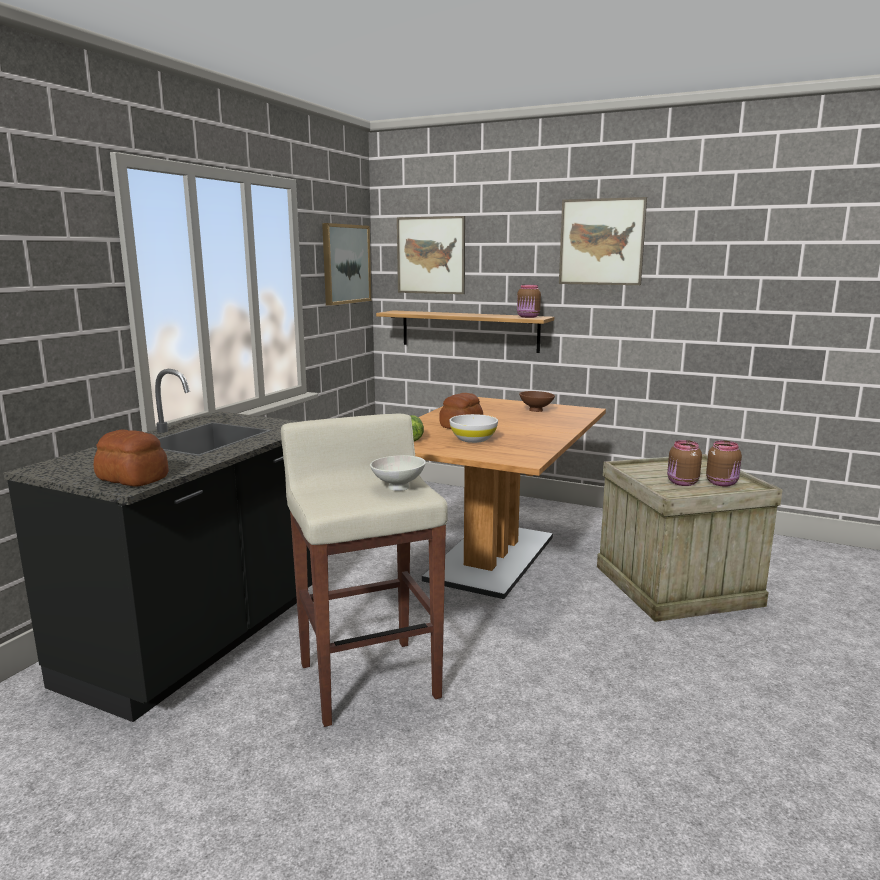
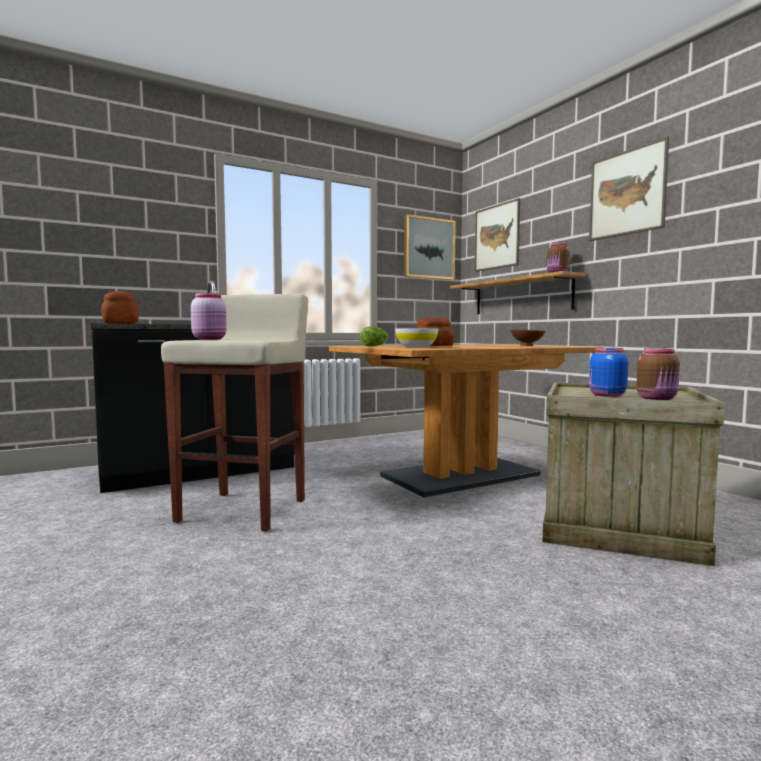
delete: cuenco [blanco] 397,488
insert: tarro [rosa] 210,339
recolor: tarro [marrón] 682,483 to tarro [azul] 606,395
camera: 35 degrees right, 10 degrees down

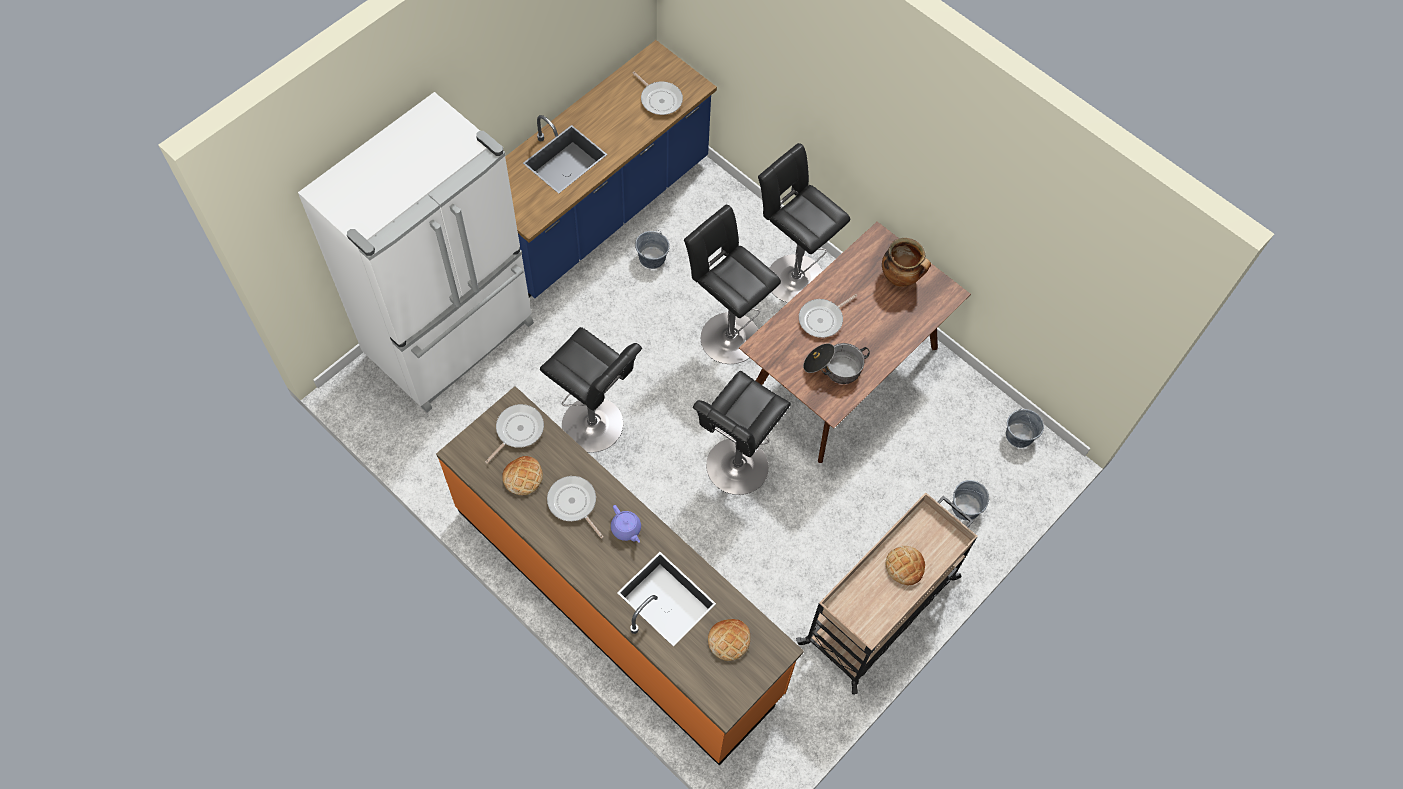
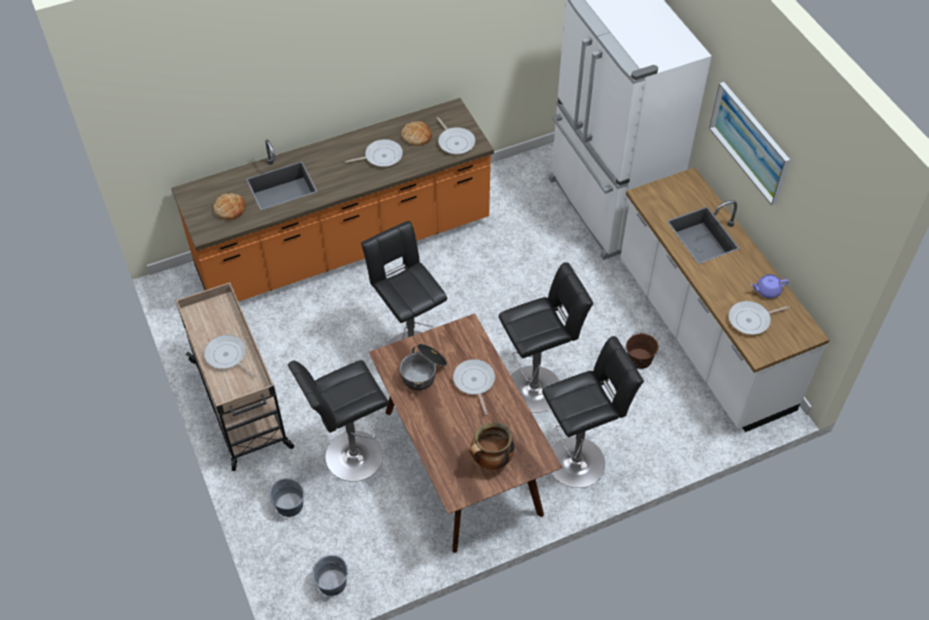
insert: cuadro 750,142
move: taburete [negro] 596,427 to 350,458; tetera [morado] 626,529 to 767,291
replace: pan 904,566 to sartén 227,356
recolor: mueble bajo de cocina [azul] 600,212 to mueble bajo de cocina [blanco] 702,336; cubo [gris] 652,258 to cubo [marrón] 639,358
camera: 115 degrees right, 10 degrees down

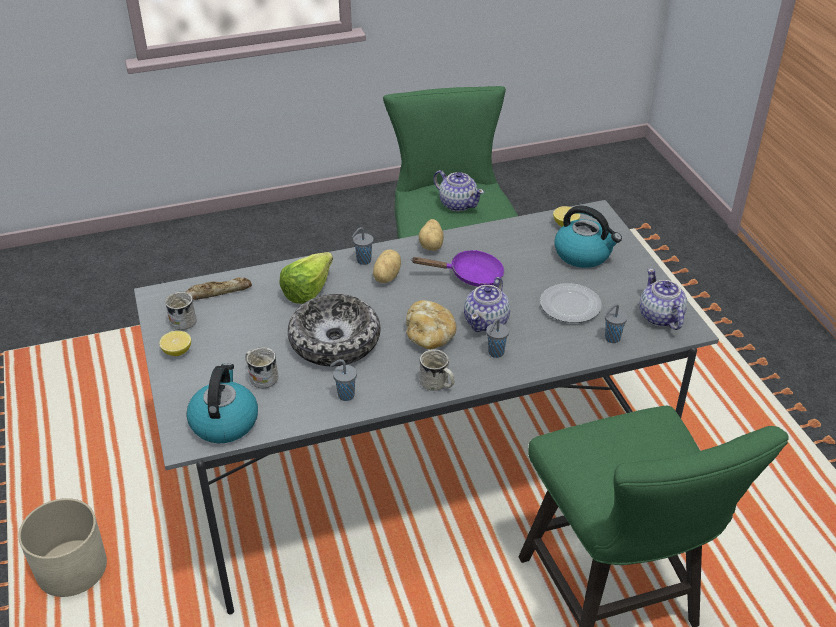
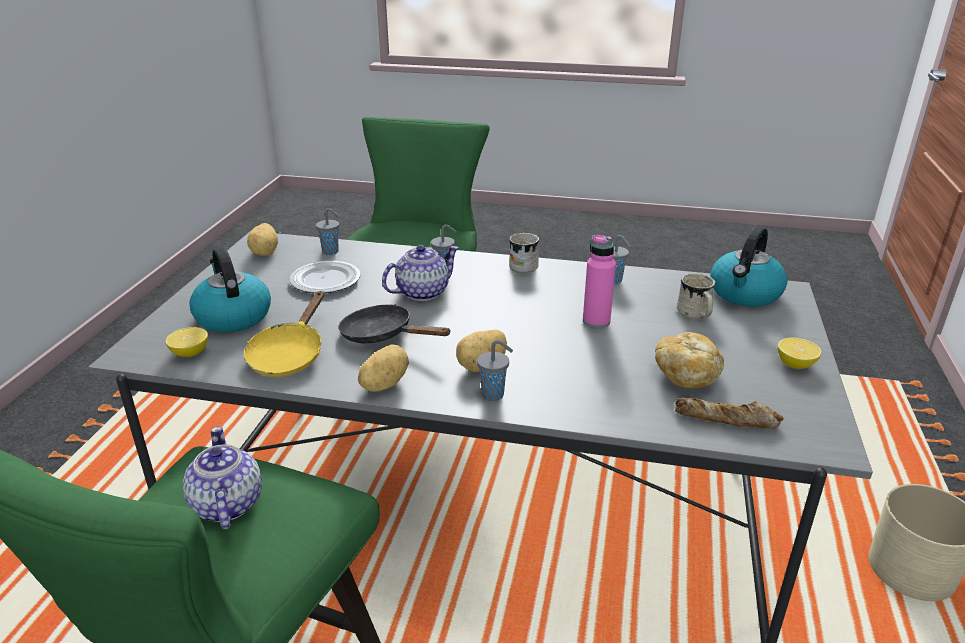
delete: lechuga 312,289; taza grande [blanco] 182,320
insert: sartén [amarillo] 289,355
move: pan 429,336 to 687,374
replace: tetera 660,317 to patata 266,252; cuenco 335,341 to botella [rosa] 596,321
recolor: sartén [morado] 470,275 to sartén [negro] 383,335
camera: 150 degrees left, 10 degrees down

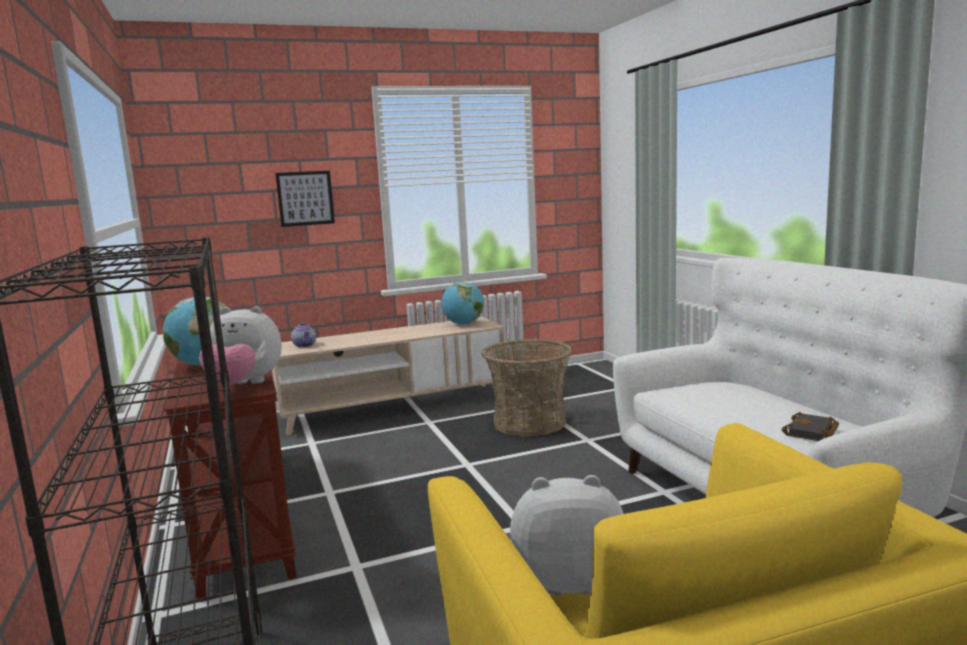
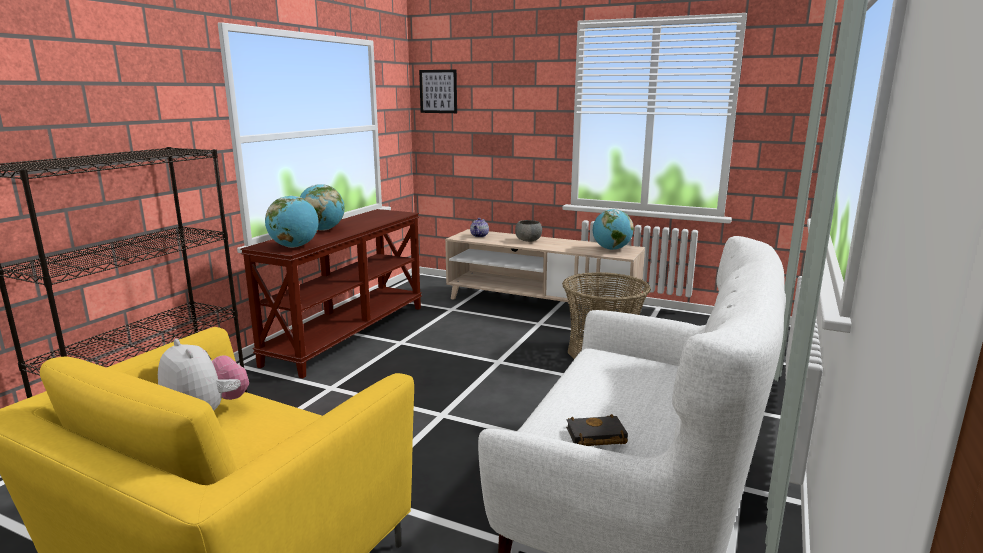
insert: cuenco [gris] 528,240
move: cuadro 305,198 to 438,91
replace: peluche 244,385 to globo terráqueo 294,247
camera: 45 degrees right, 5 degrees up

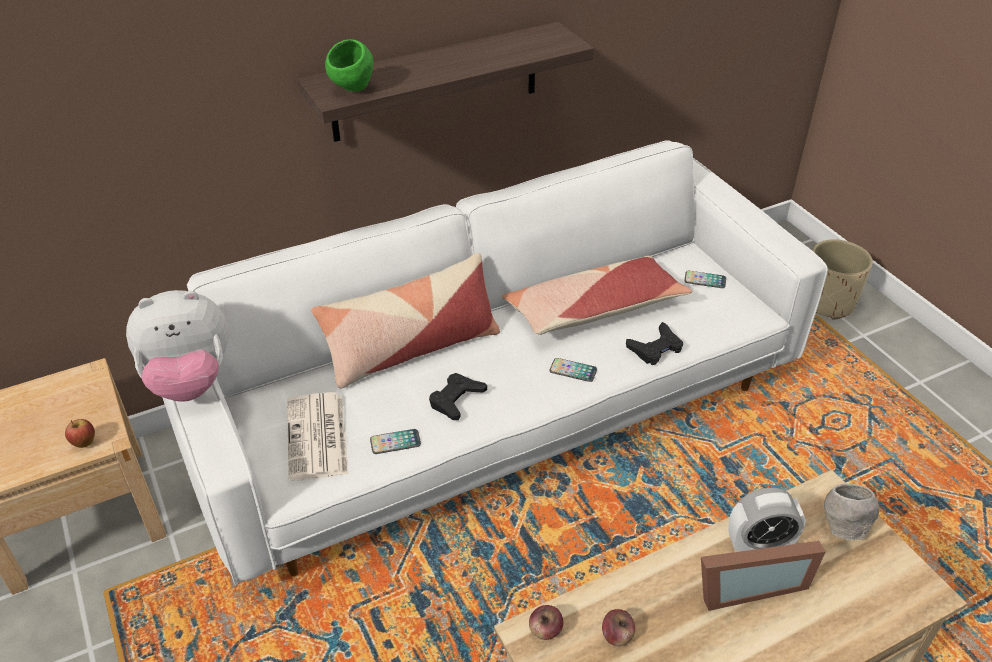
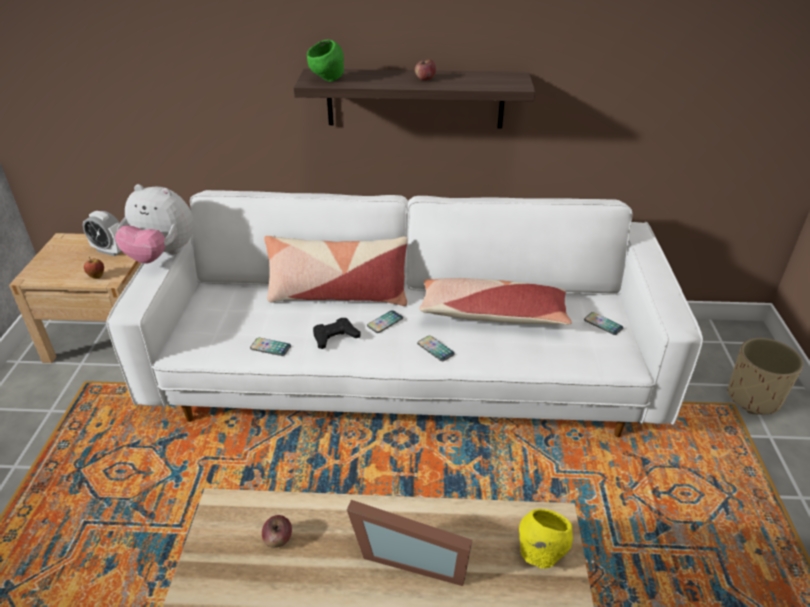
delete: mando de consola [negro] 655,348; periódico 317,437
insert: móvil 385,322
move: despertador 759,544 to 109,251; manzana 545,630 to 425,79
recolor: cuenco [gris] 843,527 to cuenco [amarillo] 541,553
camera: 30 degrees right, 5 degrees down

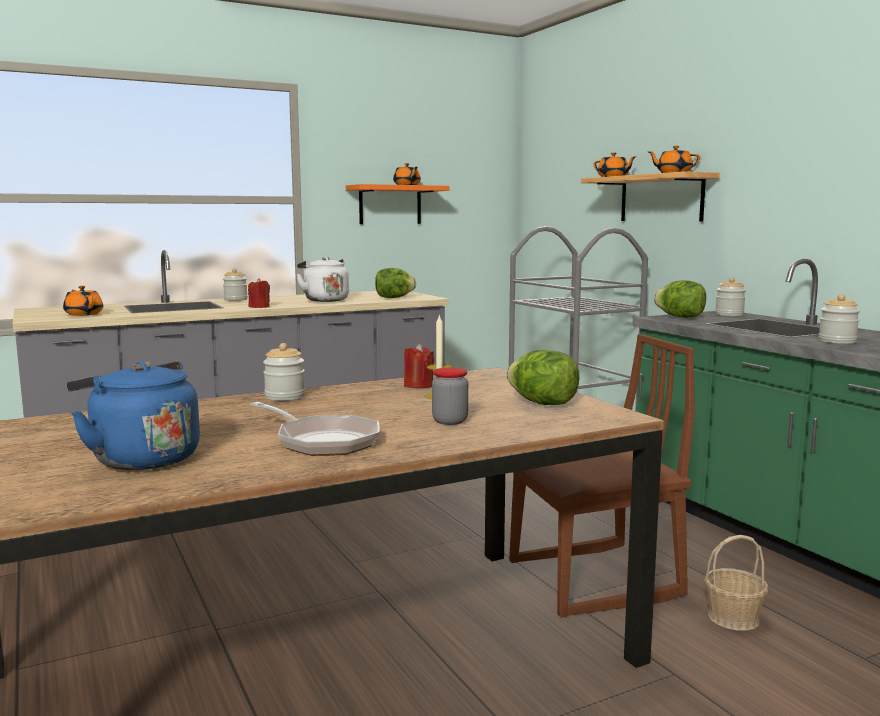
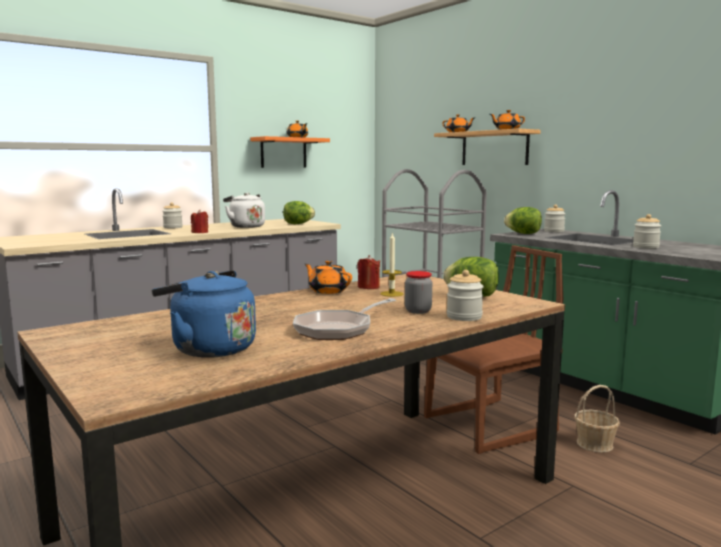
move: tetera [naranja] 84,314 to 328,291; tarro 285,396 to 464,317
rotate: sartén 322,441 = 338,329 105 degrees clockwise
camera: 10 degrees left, 0 degrees up

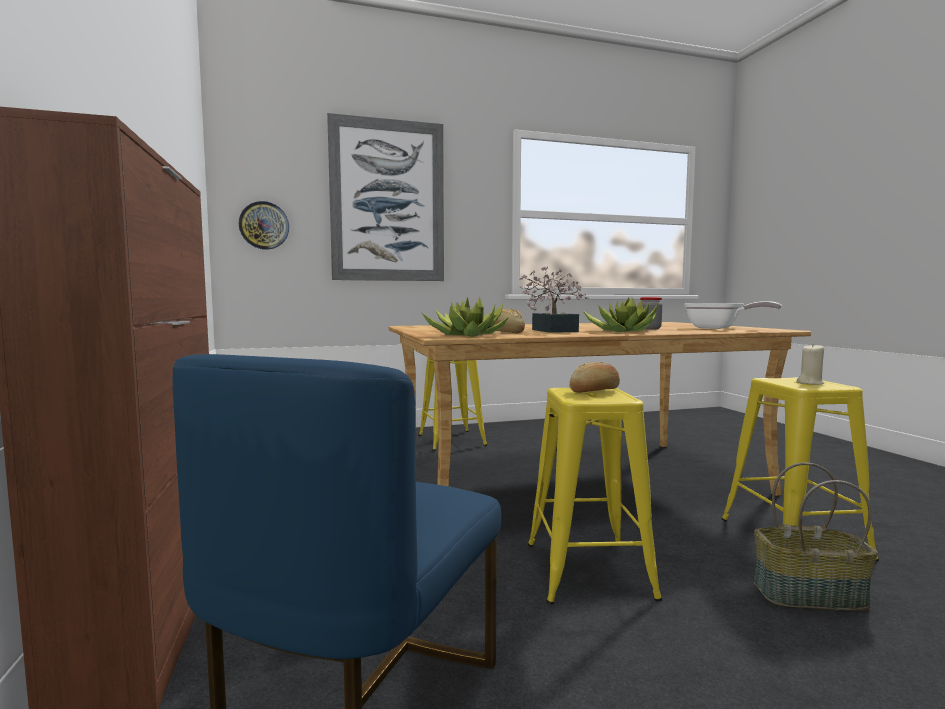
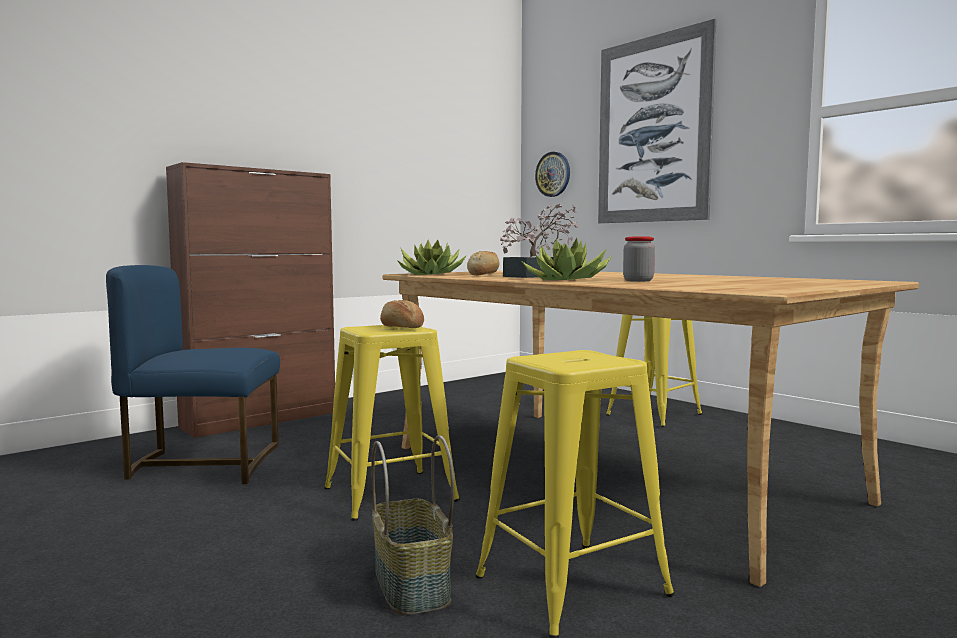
delete: sartén 719,328; vela [beis] 810,383
camera: 65 degrees right, 0 degrees up

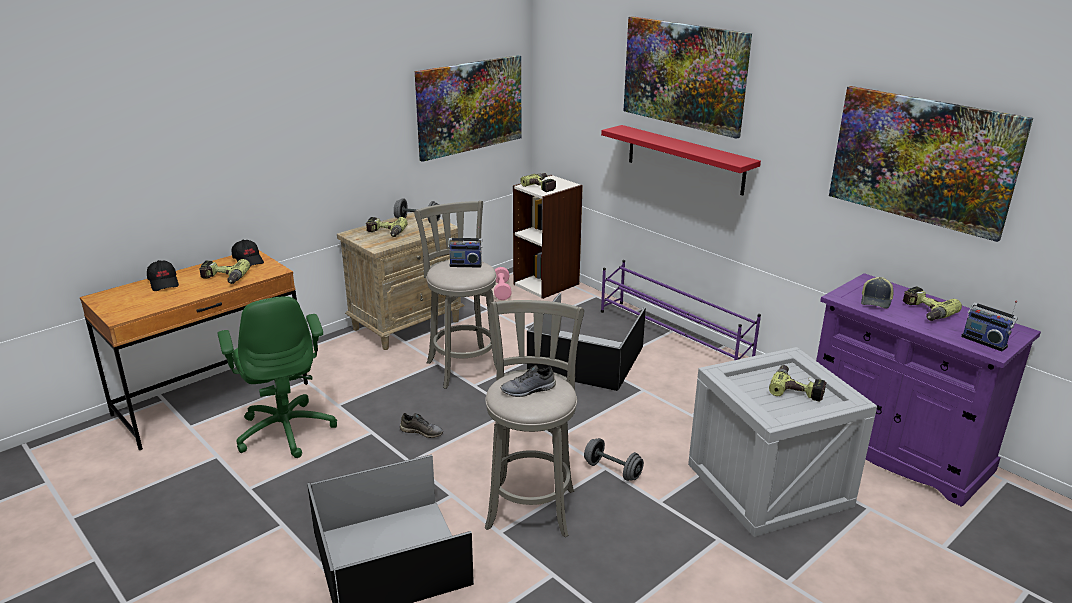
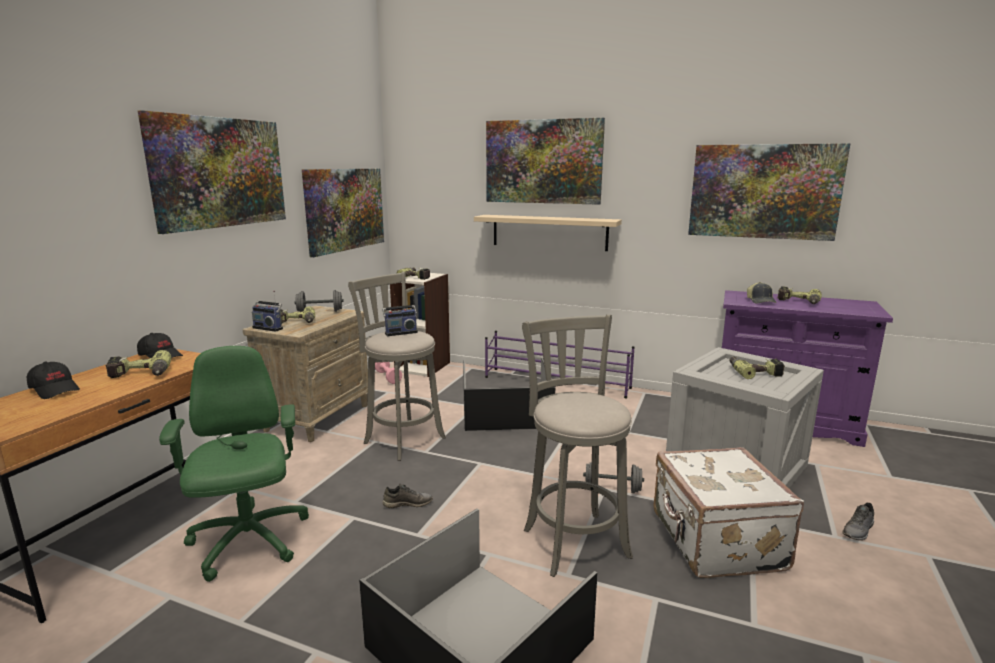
insert: cuadro 220,172; maleta [blanco] 715,541
move: radio 984,341 to 269,328; zapato [gris] 528,390 to 859,530
recolor: estante [rojo] 685,159 to estante [beis] 549,232
rotate: silla de oficina [verde] 286,430 = 248,542 150 degrees counterclockwise
camera: 25 degrees left, 10 degrees down

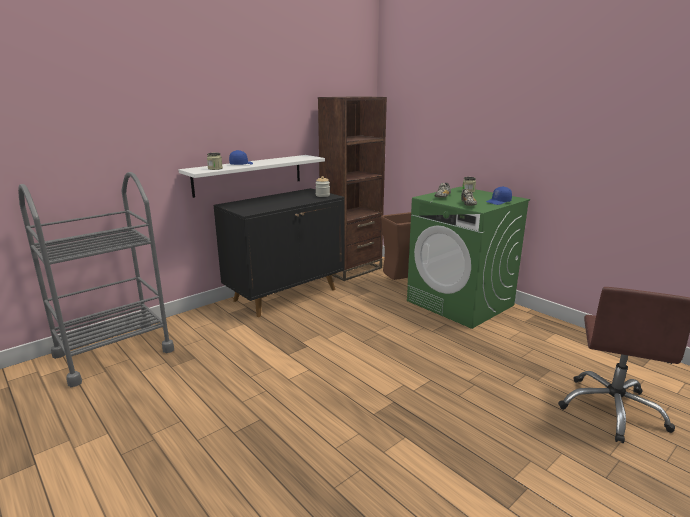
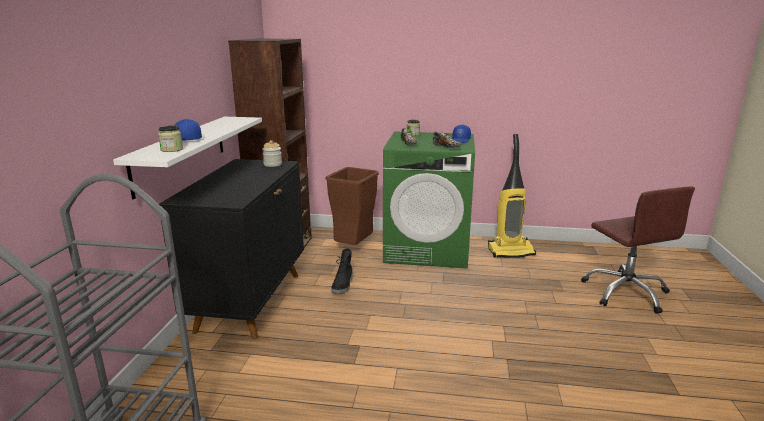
insert: aspiradora 511,251; bota [negro] 343,285
camera: 40 degrees left, 0 degrees up

